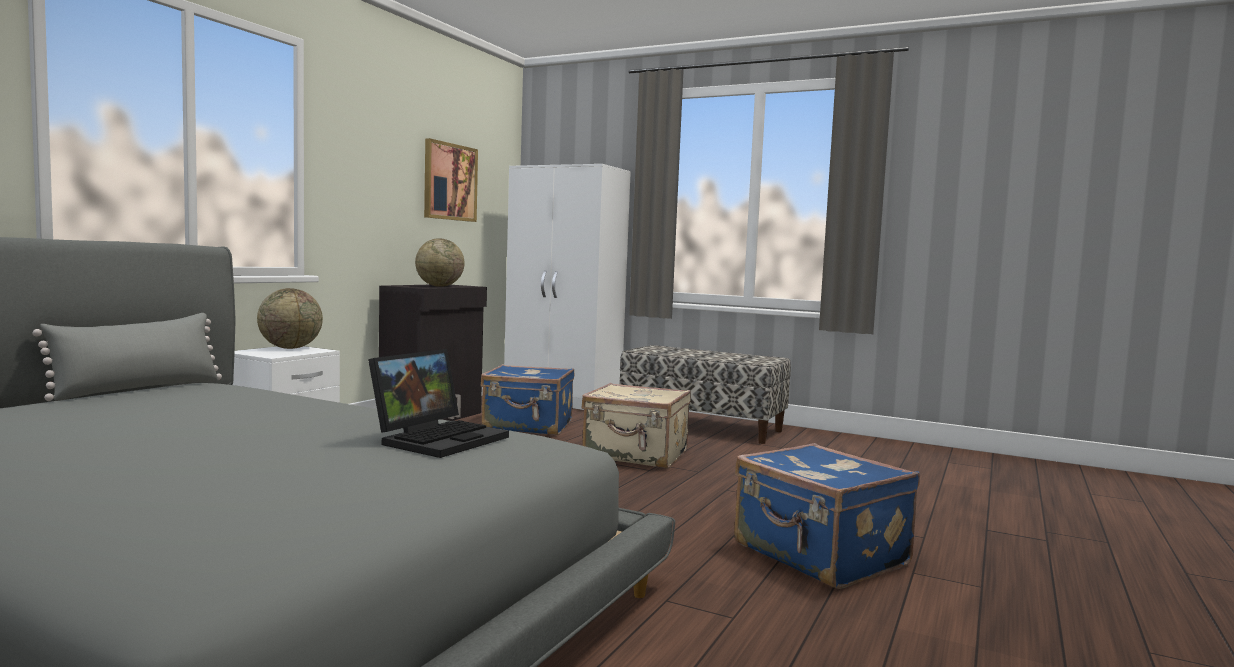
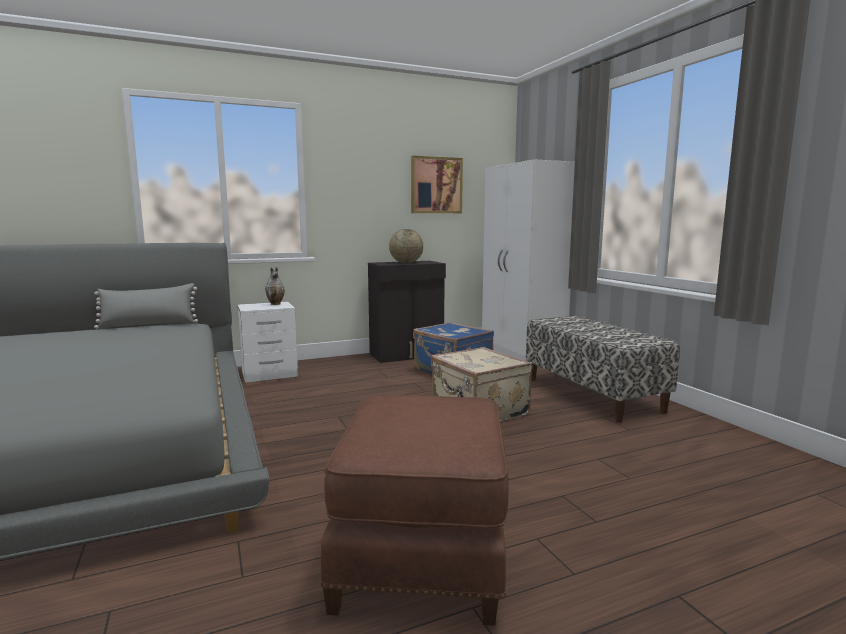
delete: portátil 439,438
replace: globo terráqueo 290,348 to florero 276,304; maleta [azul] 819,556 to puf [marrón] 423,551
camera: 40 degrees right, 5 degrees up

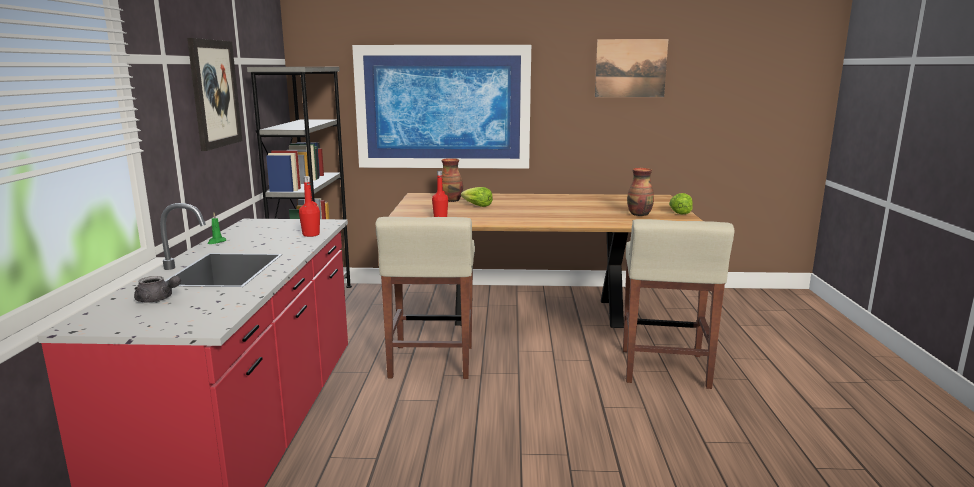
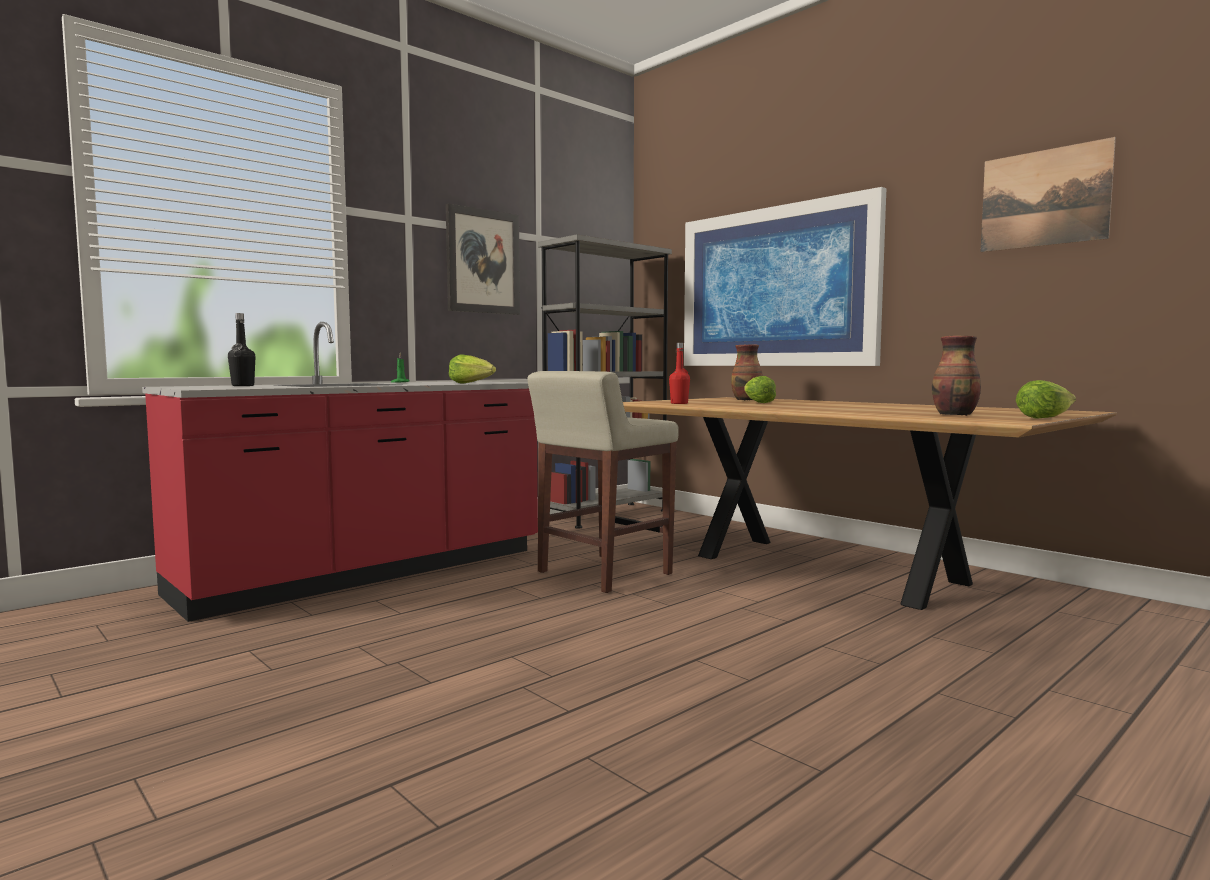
delete: taburete [beis] 664,369
replace: botella [rojo] 311,234 to lechuga 471,383; tetera [gris] 157,299 to botella [negro] 243,386
camera: 45 degrees right, 10 degrees down

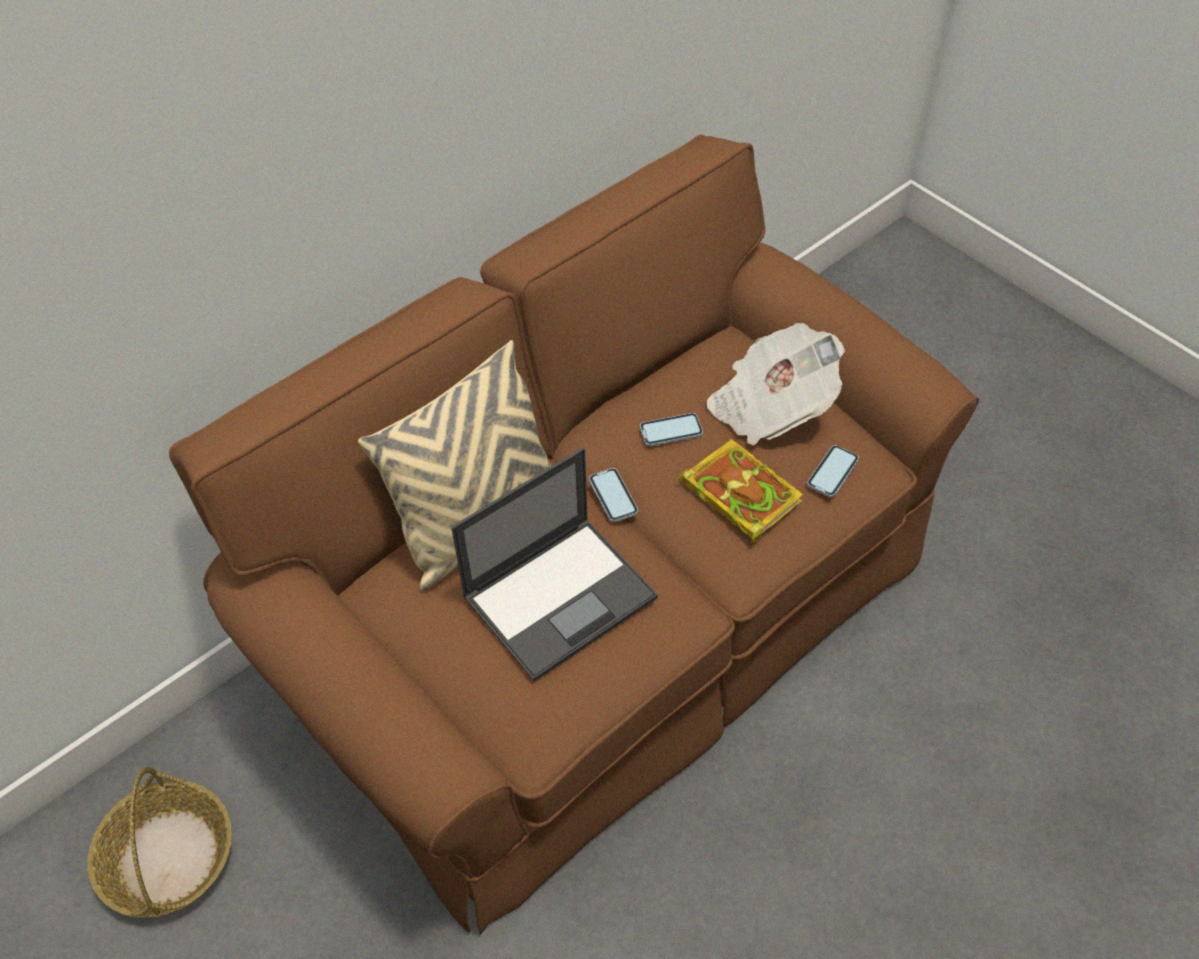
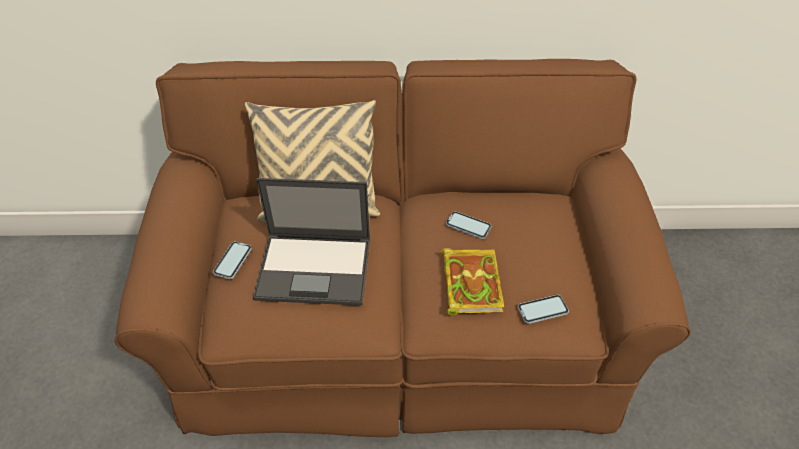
delete: periódico 771,406; cesta 168,856
move: móvil 613,496 to 233,261
camera: 40 degrees right, 5 degrees down

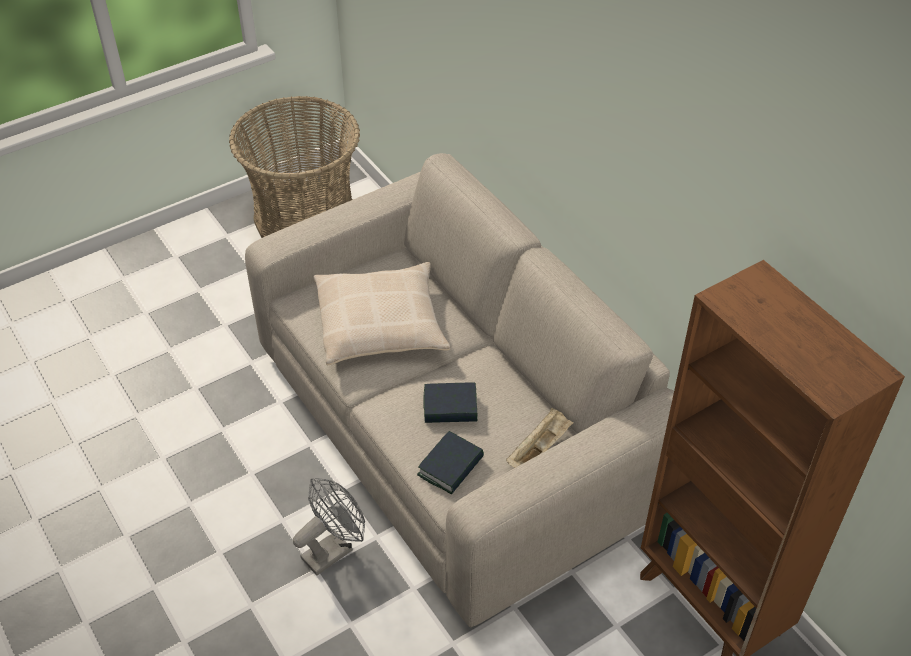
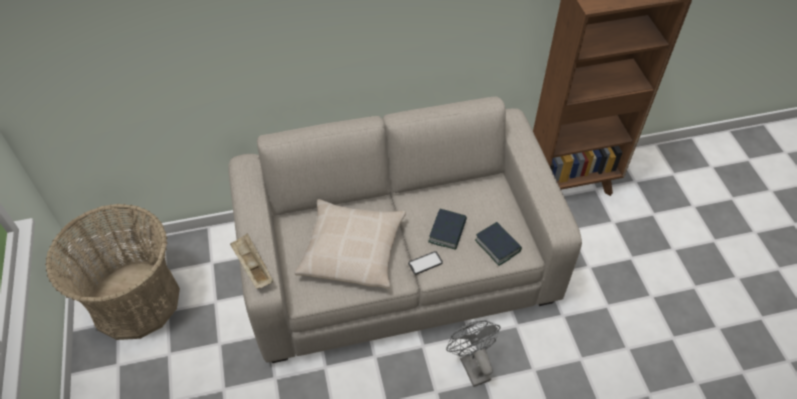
insert: móvil 425,263
move: bandeja [beis] 540,448 to 252,267
camera: 70 degrees left, 5 degrees up

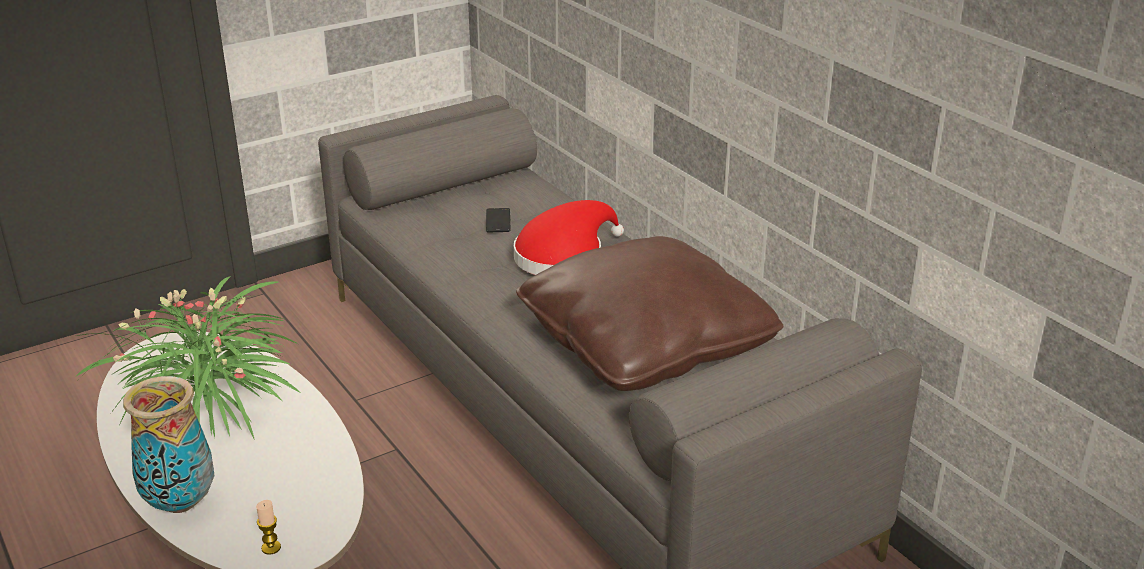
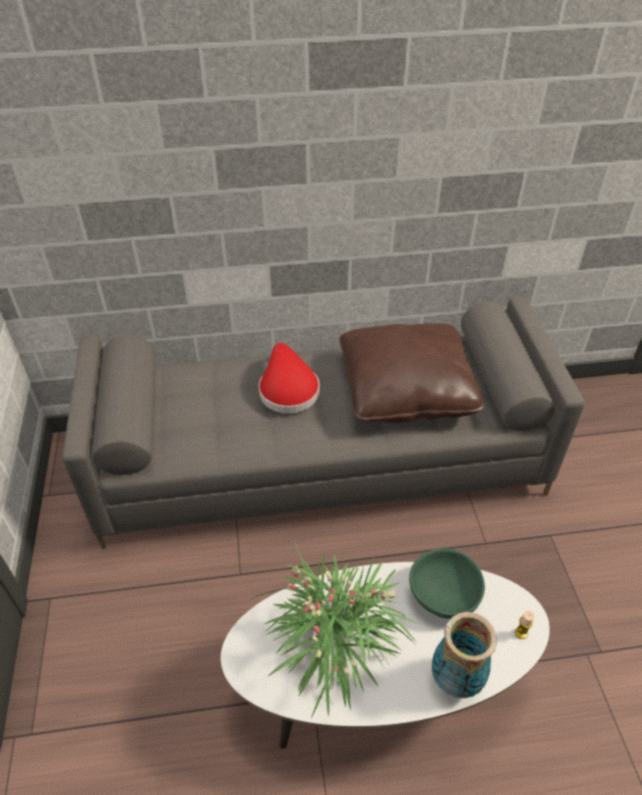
delete: móvil 498,221
insert: cuenco [verde] 444,596
camera: 65 degrees left, 15 degrees up

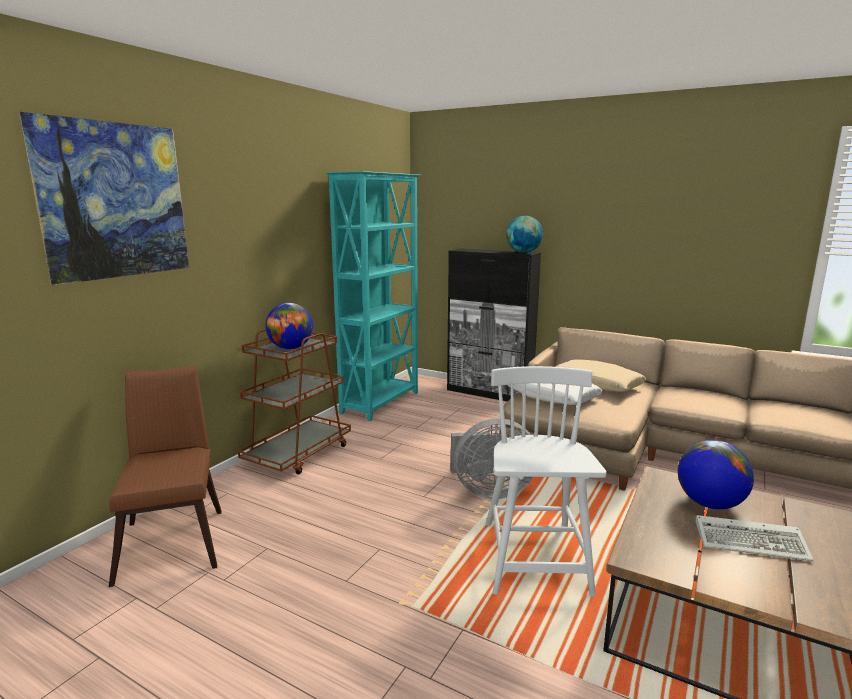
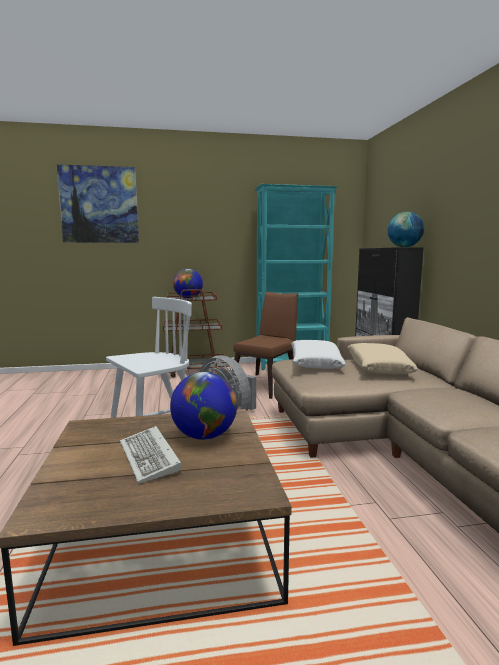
move: silla [marrón] 174,539 to 266,385
camera: 50 degrees right, 5 degrees down

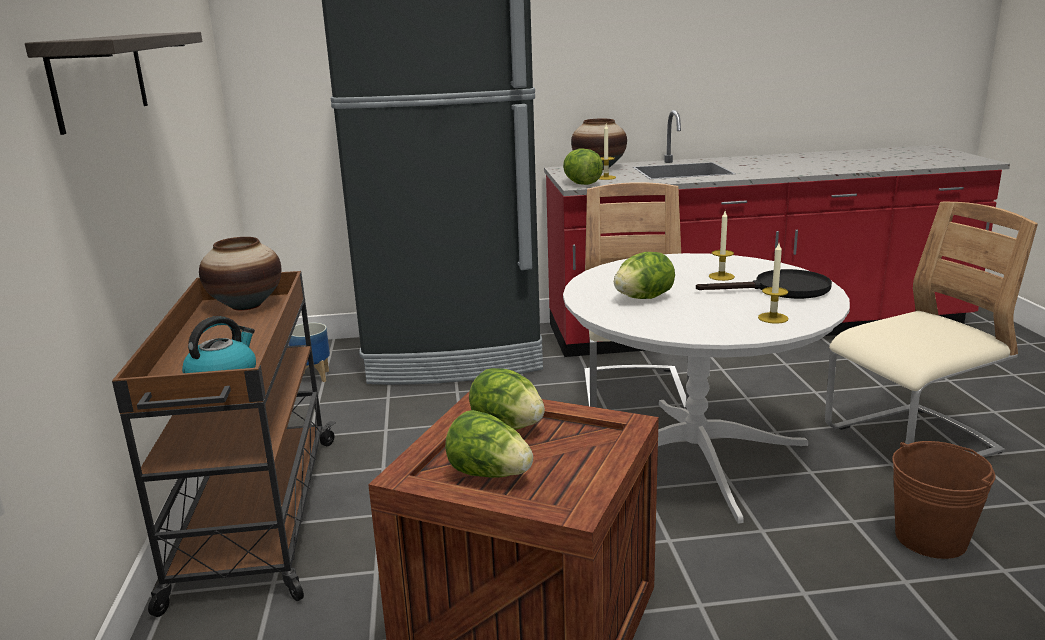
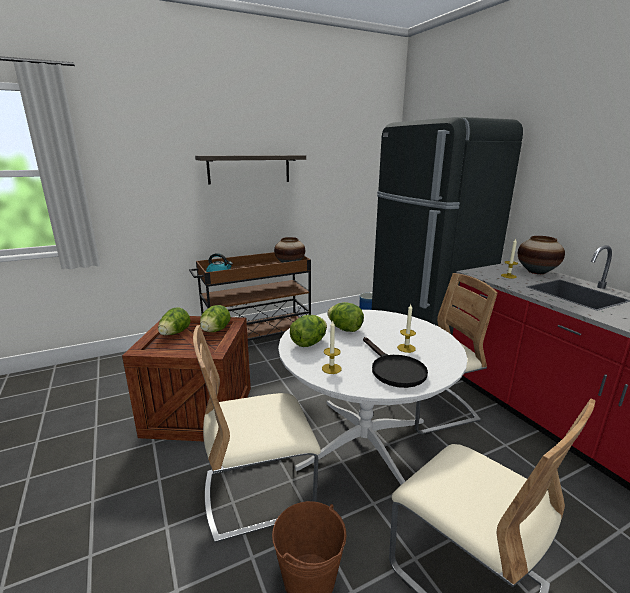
insert: silla [beis] 258,493
move: lechuga 581,183 to 309,343
camera: 70 degrees right, 0 degrees up

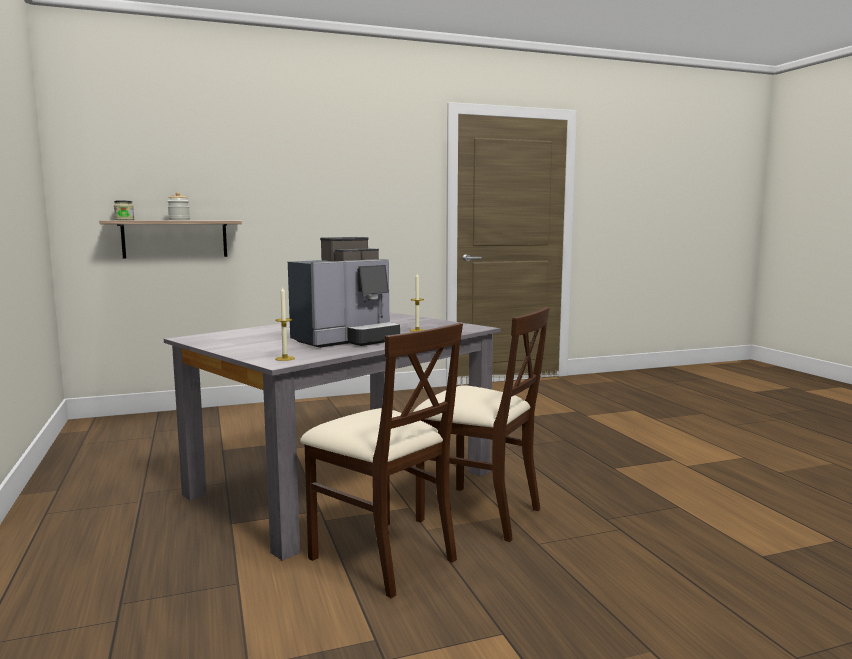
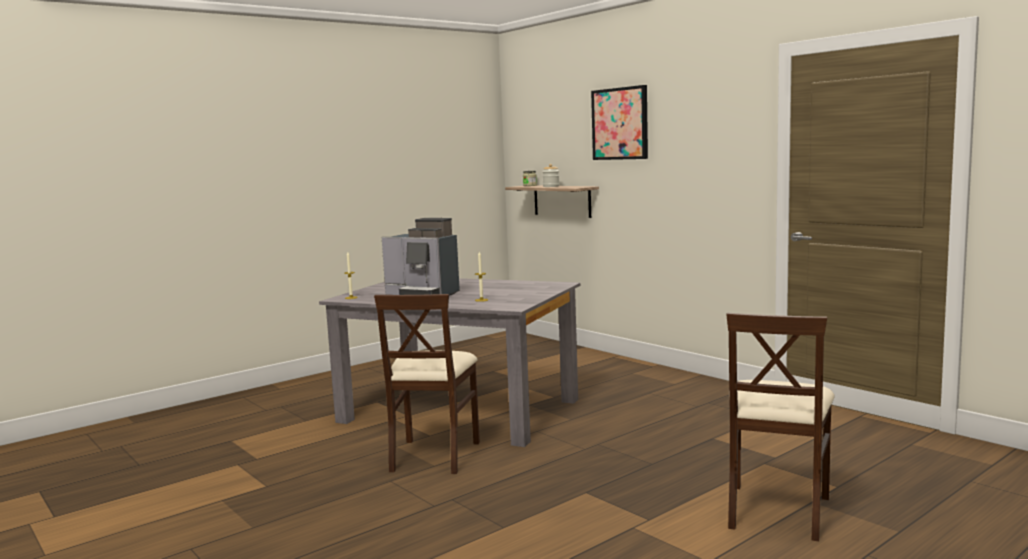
insert: cuadro 620,123
move: silla [beis] 383,556 to 776,511
camera: 70 degrees right, 0 degrees up

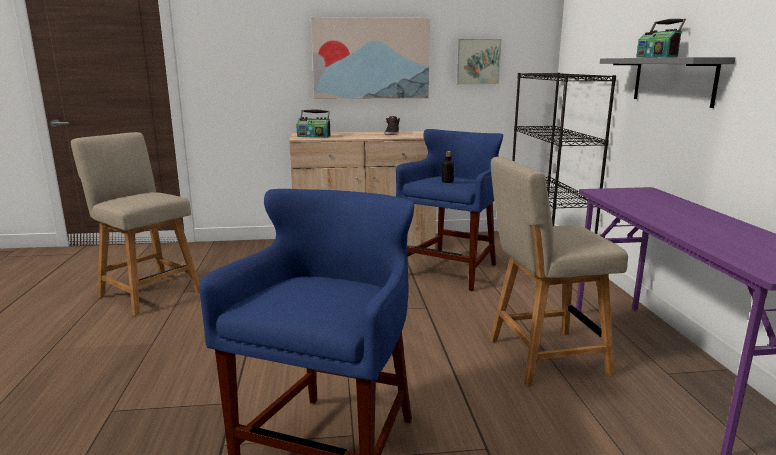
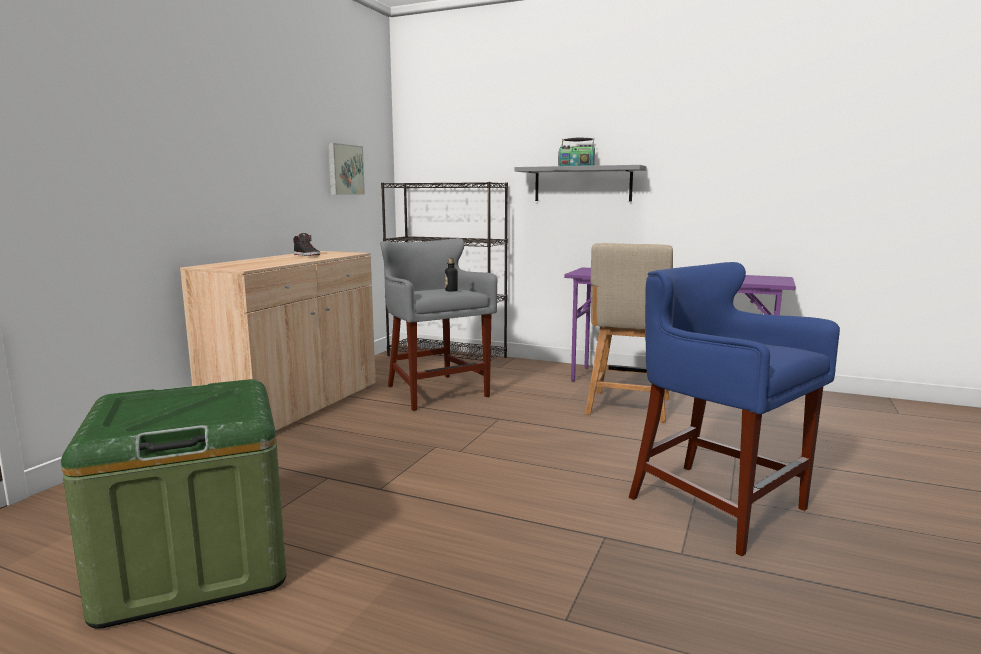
delete: cuadro 371,58; radio 314,136
replace: silla [beis] 147,293 to caja de almacenaje [verde] 194,562
recolor: taburete [azul] 451,271 to taburete [gris] 435,392
camera: 60 degrees left, 5 degrees down

